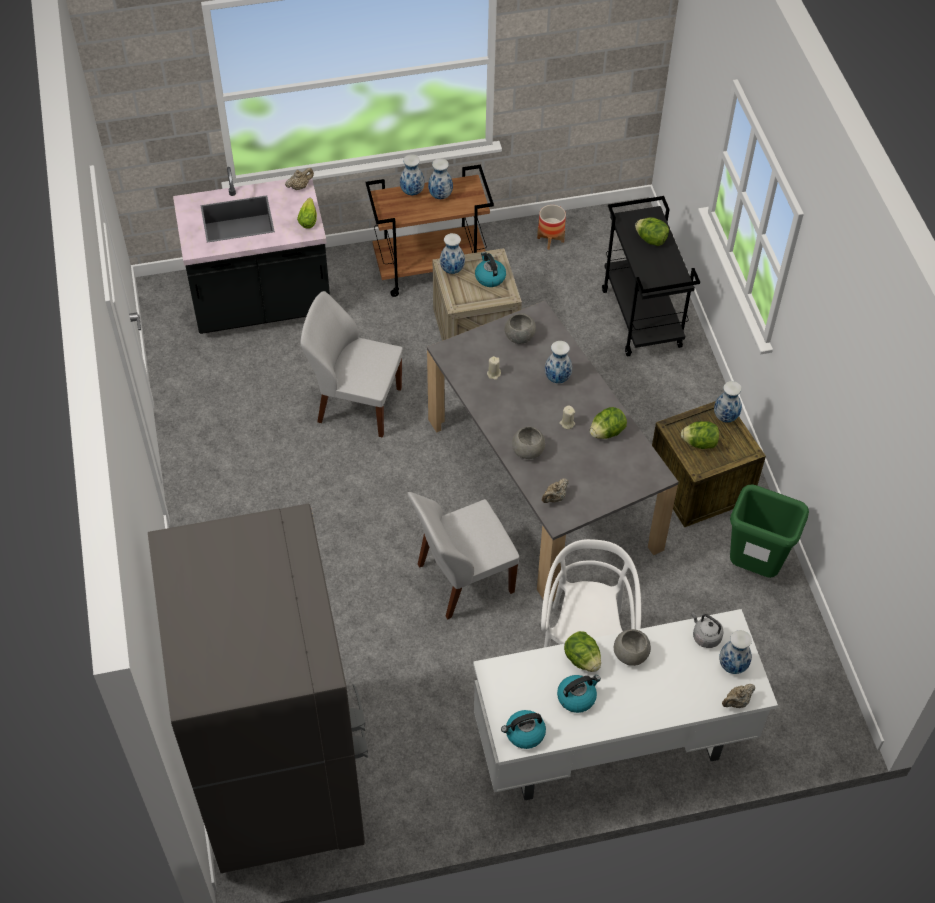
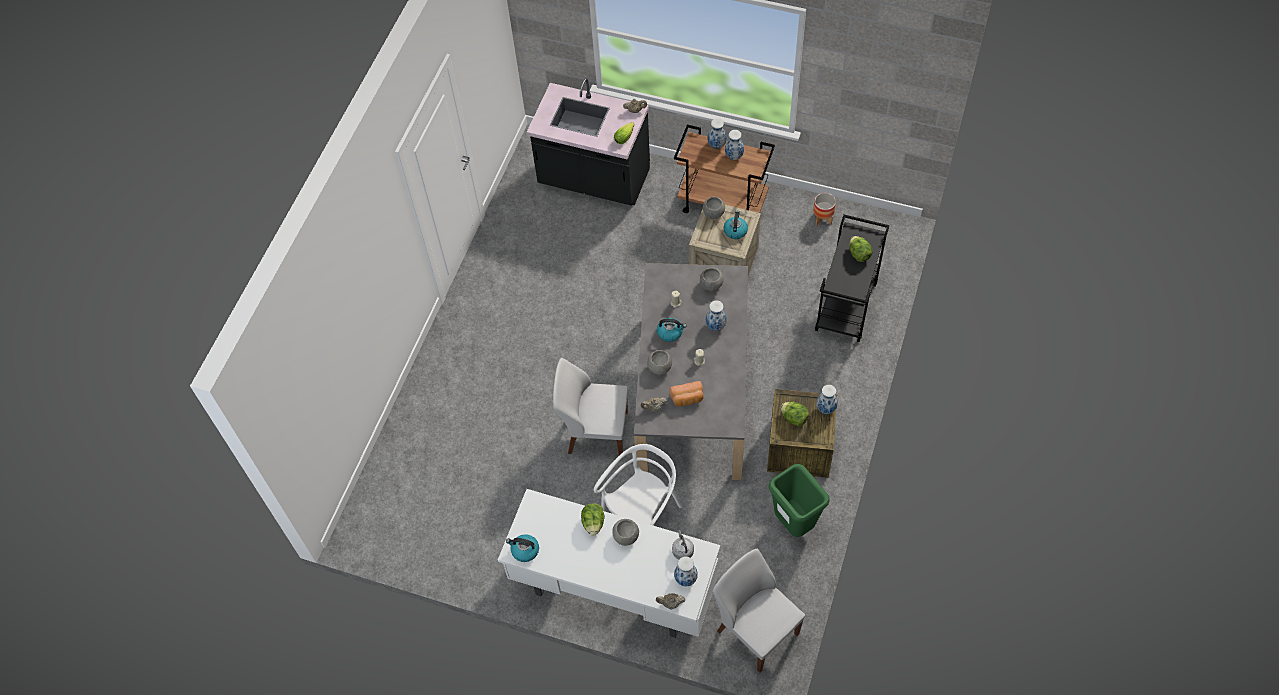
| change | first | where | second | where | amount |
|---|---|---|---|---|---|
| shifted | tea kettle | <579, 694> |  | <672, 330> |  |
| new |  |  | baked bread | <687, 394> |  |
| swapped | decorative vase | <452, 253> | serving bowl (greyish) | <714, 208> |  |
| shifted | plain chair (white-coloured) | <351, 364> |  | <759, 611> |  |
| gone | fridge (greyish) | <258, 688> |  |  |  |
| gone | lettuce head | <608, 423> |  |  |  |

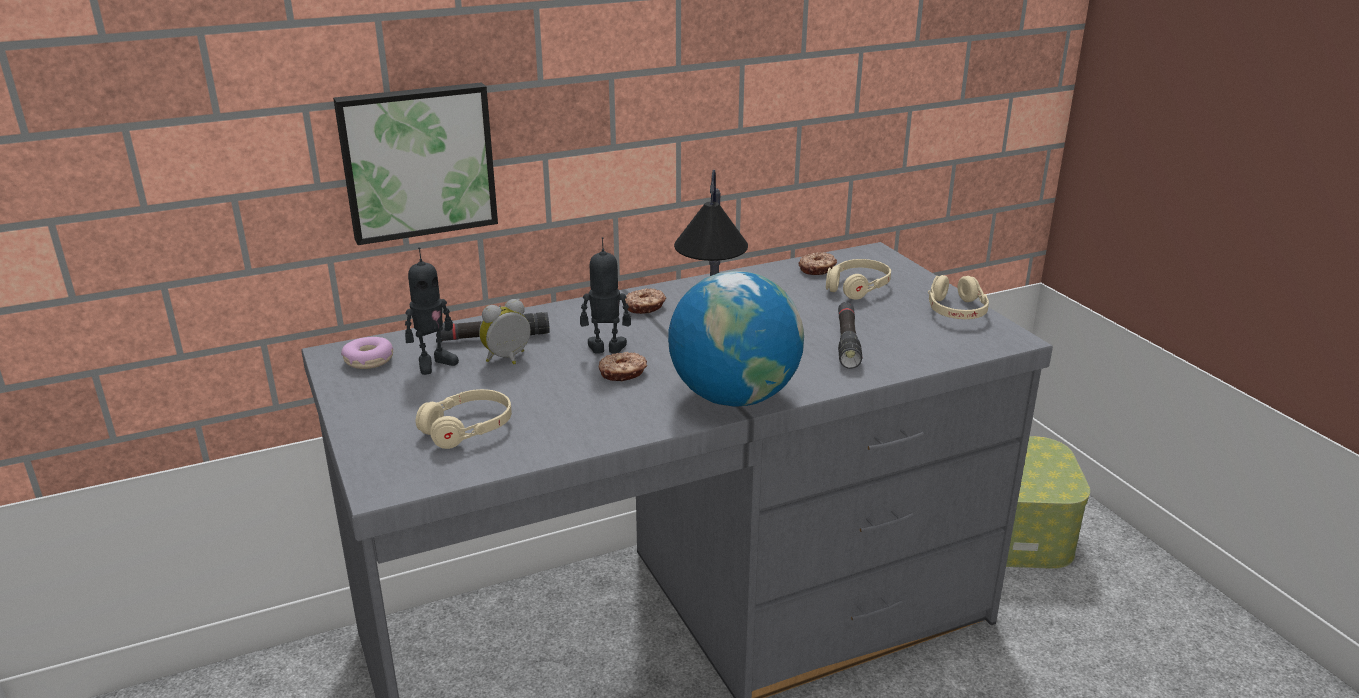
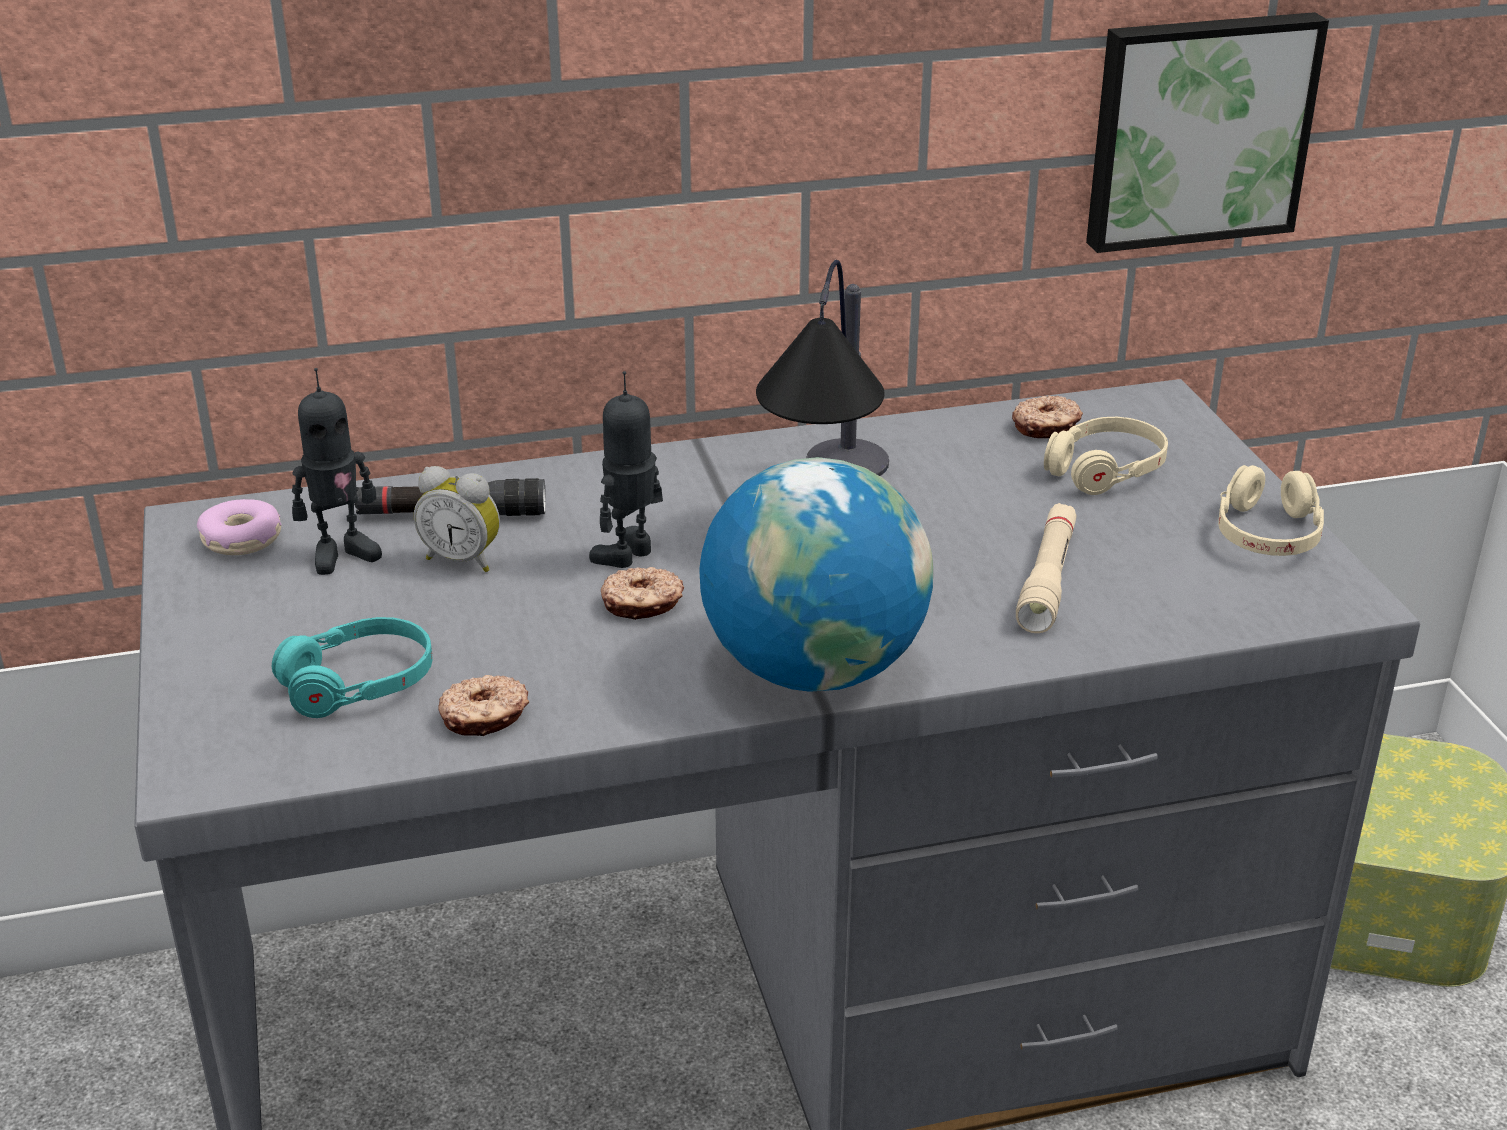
| change | first | where | second | where | amount |
|---|---|---|---|---|---|
| repainted | headset (beige) | <464, 419> | headset (turquoise-coloured) | <352, 667> |  |
| rotated | table clock | <505, 332> |  | <457, 519> | 135 degrees counterclockwise |
| shifted | doughnut | <645, 301> |  | <483, 705> |  |
| rotated | robot figure | <605, 295> |  | <626, 469> | 60 degrees counterclockwise |
| repainted | torch (black) | <850, 335> | torch (beige) | <1046, 568> |  |
| shifted | wall art | <415, 163> |  | <1207, 132> |  |

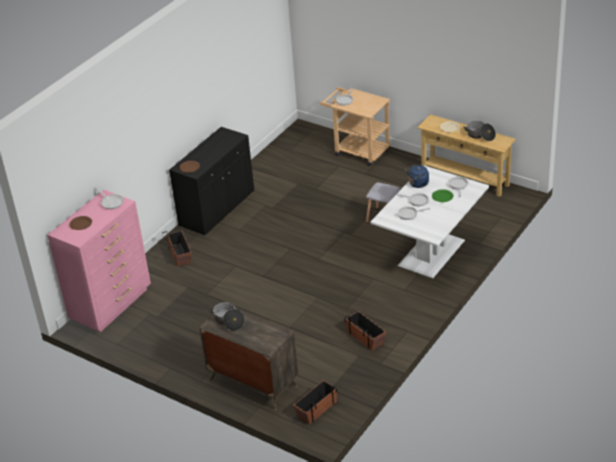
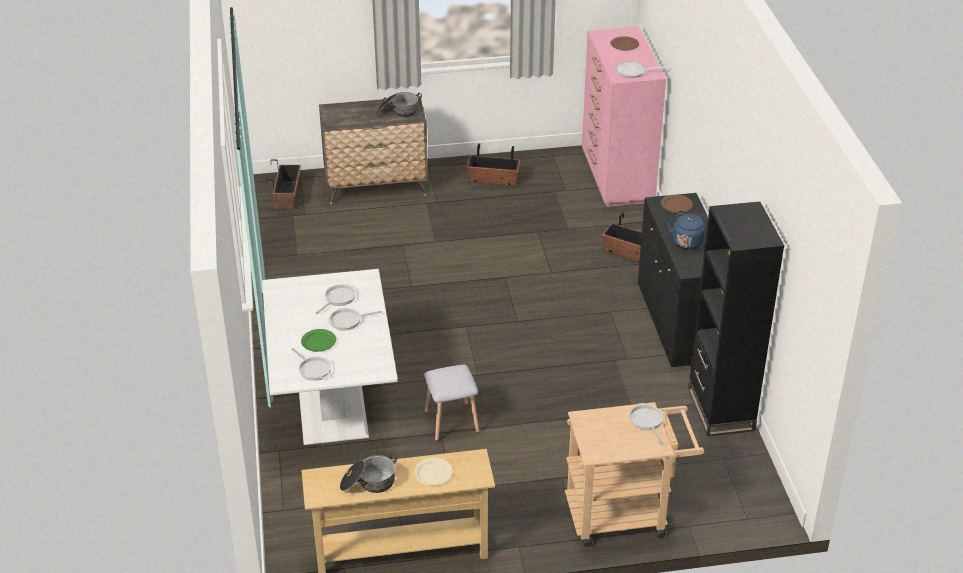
| change | first | where | second | where | amount |
|---|---|---|---|---|---|
| shifted | flower pot | <365, 331> |  | <493, 164> |  |
| shifted | tea kettle (blue-coloured) | <417, 176> |  | <687, 230> |  |
| new |  |  | bookcase (black) | <736, 319> |  |

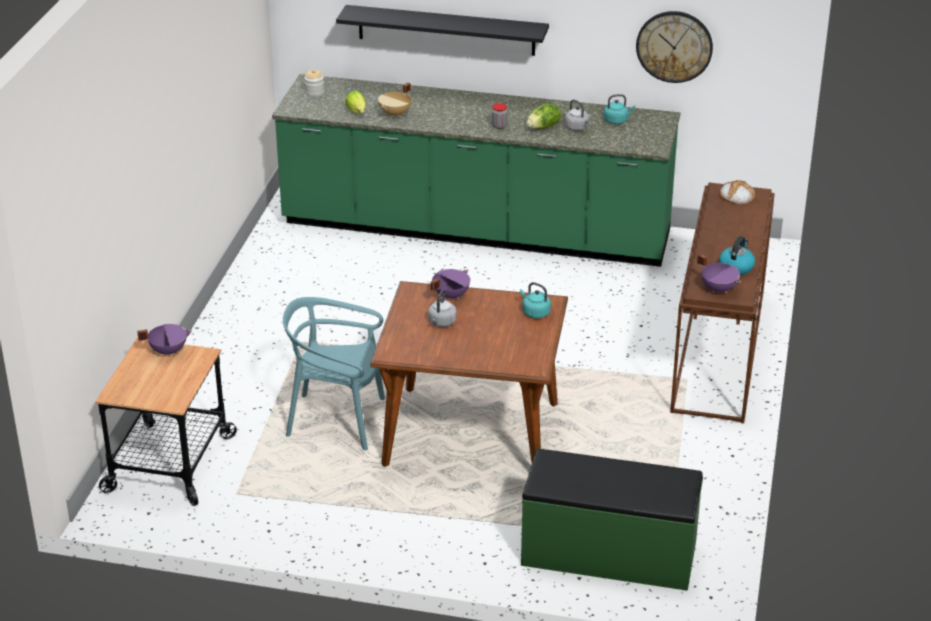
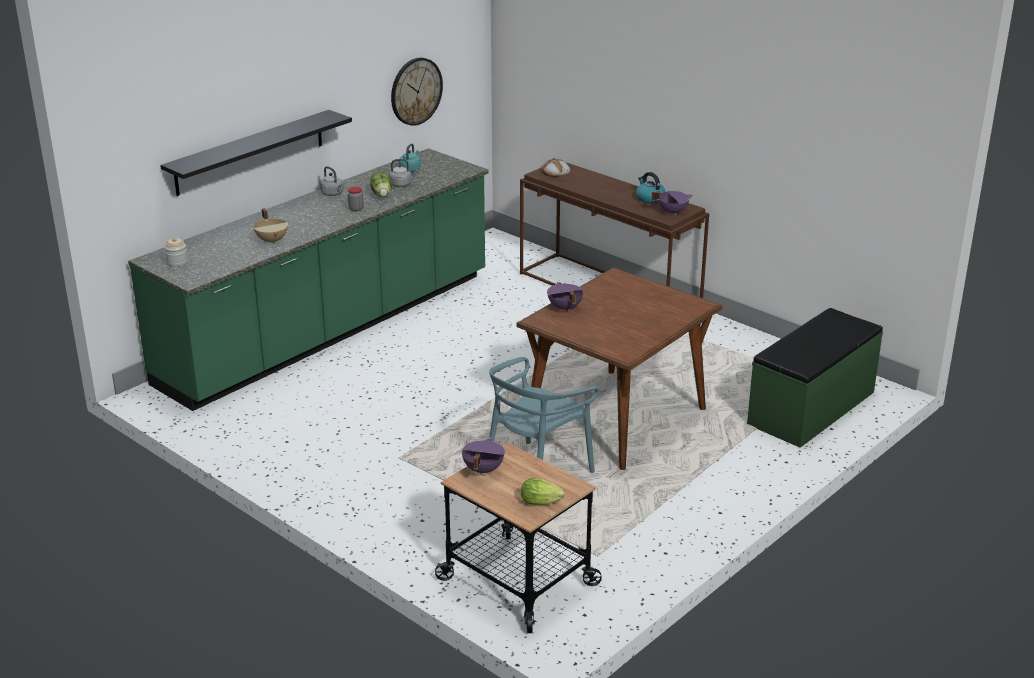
| change | first | where | second | where | amount |
|---|---|---|---|---|---|
| shifted | tea kettle (greyish) | <442, 308> |  | <332, 181> |  |
| shifted | lettuce head | <356, 102> |  | <543, 491> |  |
| gone | tea kettle (turquoise-coloured) | <535, 300> |  |  |  |

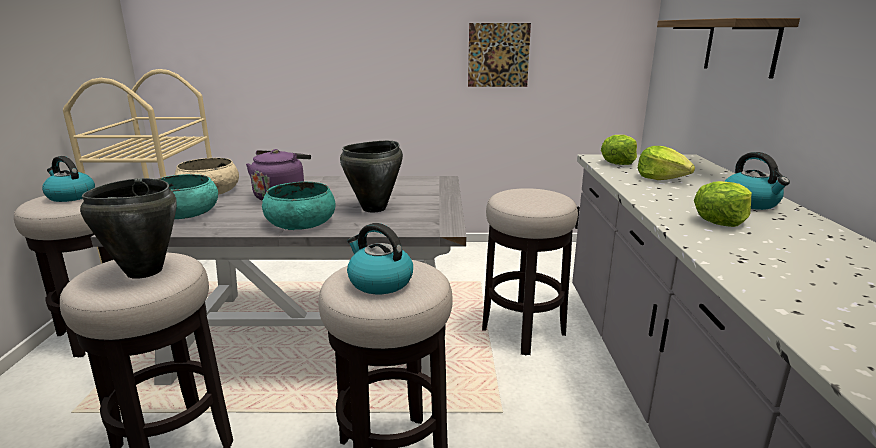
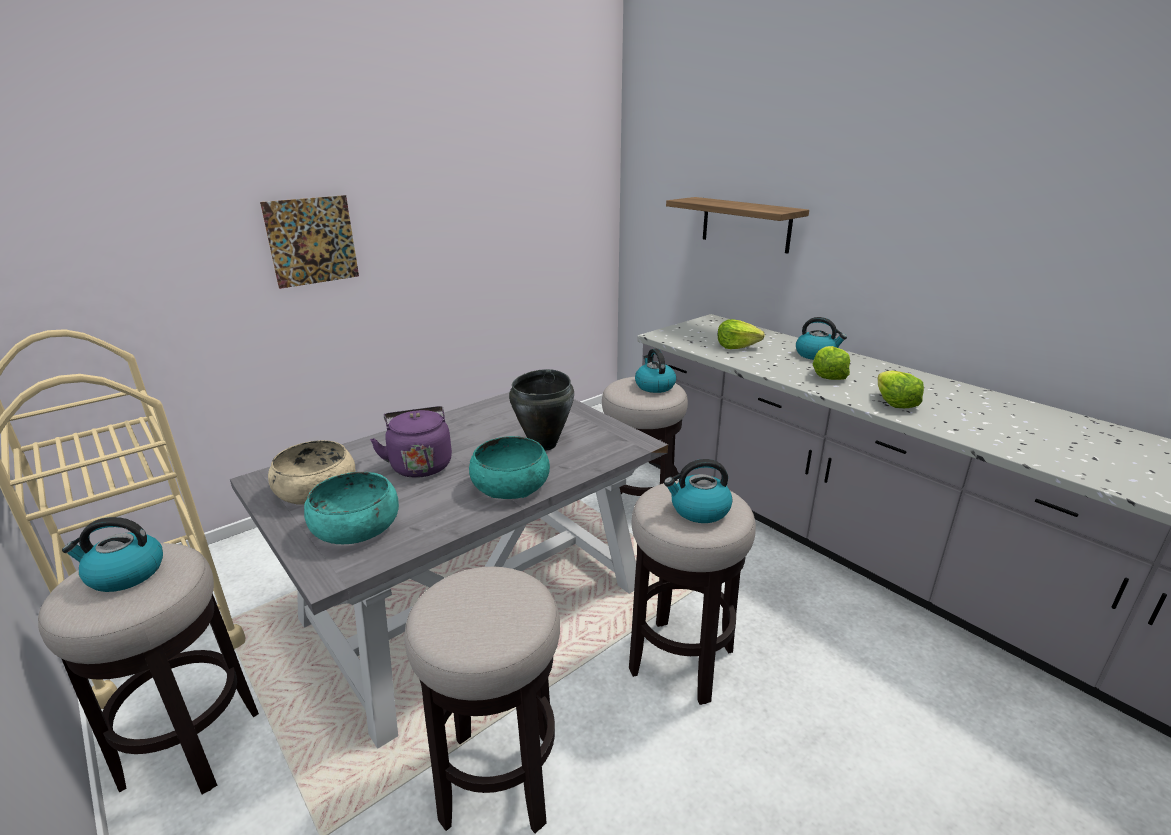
| change | first | where | second | where | amount |
|---|---|---|---|---|---|
| shifted | wall art | <499, 55> |  | <309, 242> |  |
| new |  |  | tea kettle | <655, 370> |  |
| shifted | lettuce head | <619, 150> |  | <901, 389> |  |
| gone | saucepot (black) | <128, 228> |  |  |  |

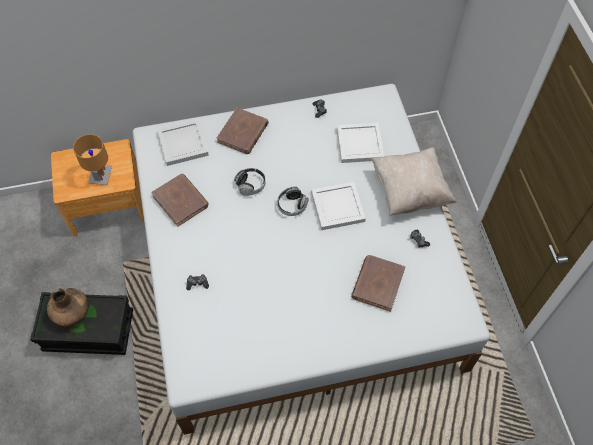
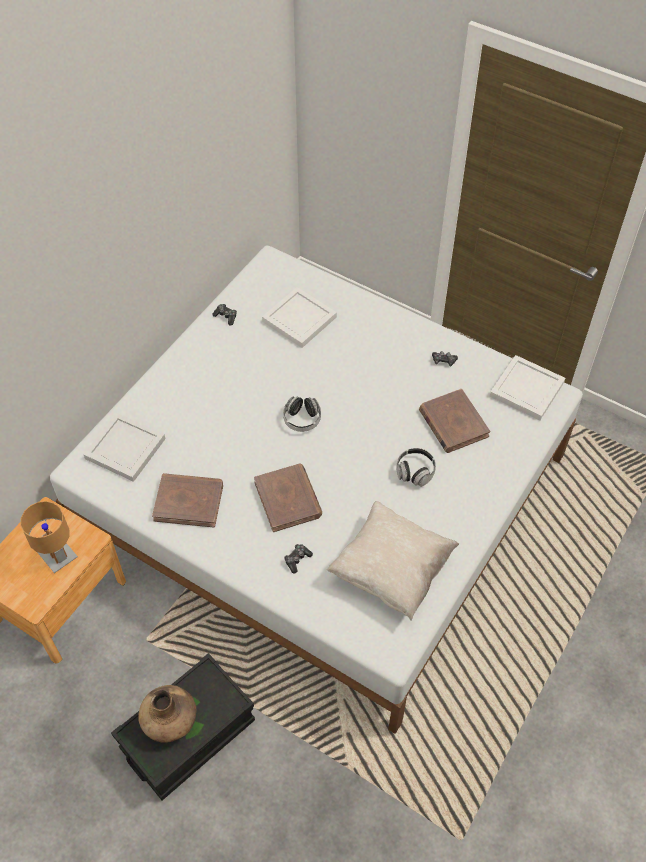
| change | first | where | second | where | amount |
|---|---|---|---|---|---|
| shifted | volume (brown-coloured) | <243, 131> |  | <288, 497> |  |
| shifted | throw pillow (beige) | <414, 181> |  | <392, 561> |  |
| shifted | headset | <250, 182> |  | <416, 467> |  |
| shifted | carrying tray (white-coloured) | <338, 206> |  | <527, 387> |  |

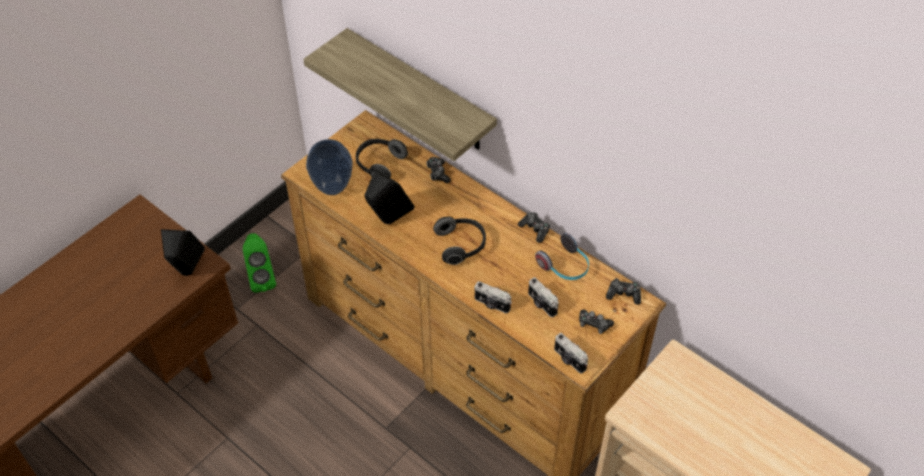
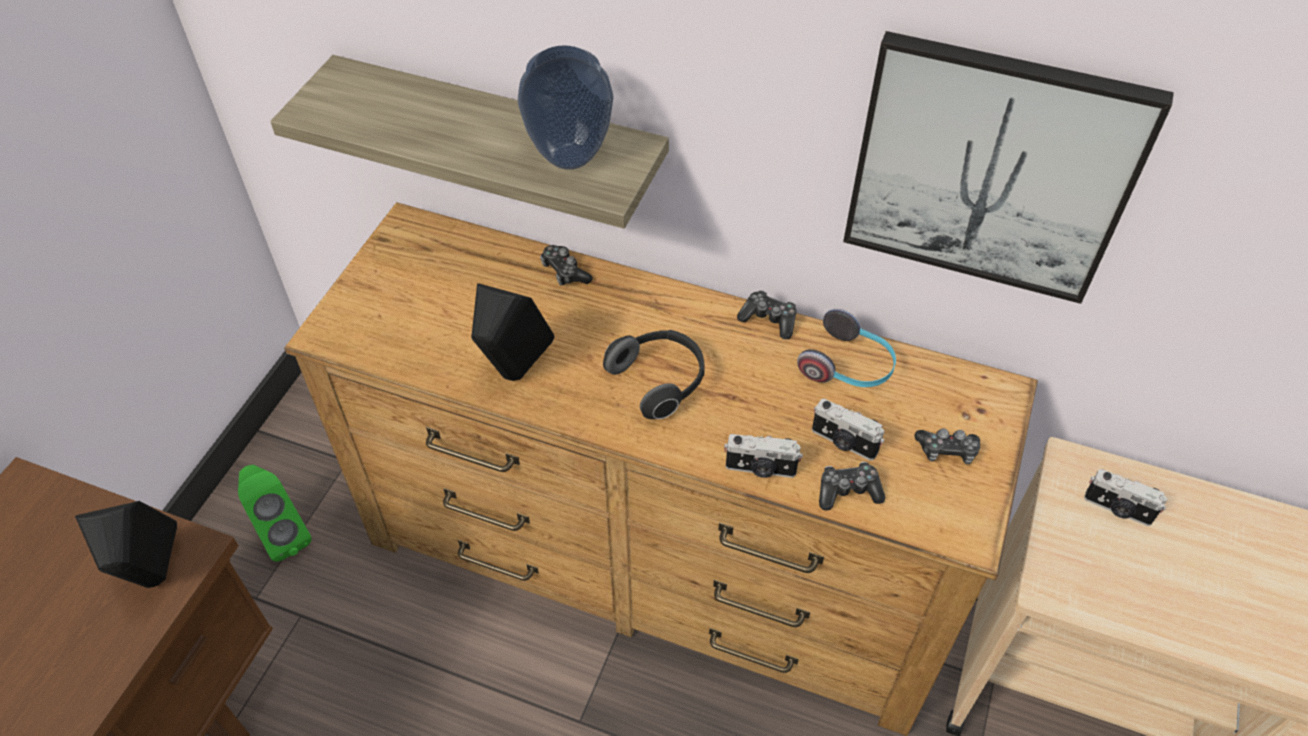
| change | first | where | second | where | amount |
|---|---|---|---|---|---|
| shifted | decorative vase | <329, 167> |  | <566, 108> |  |
| shifted | joypad | <623, 291> |  | <852, 486> |  |
| new |  |  | wall art | <1008, 167> |  |
| shifted | photo camera | <571, 353> |  | <1125, 497> |  |
| gone | headset | <382, 158> |  |  |  |

